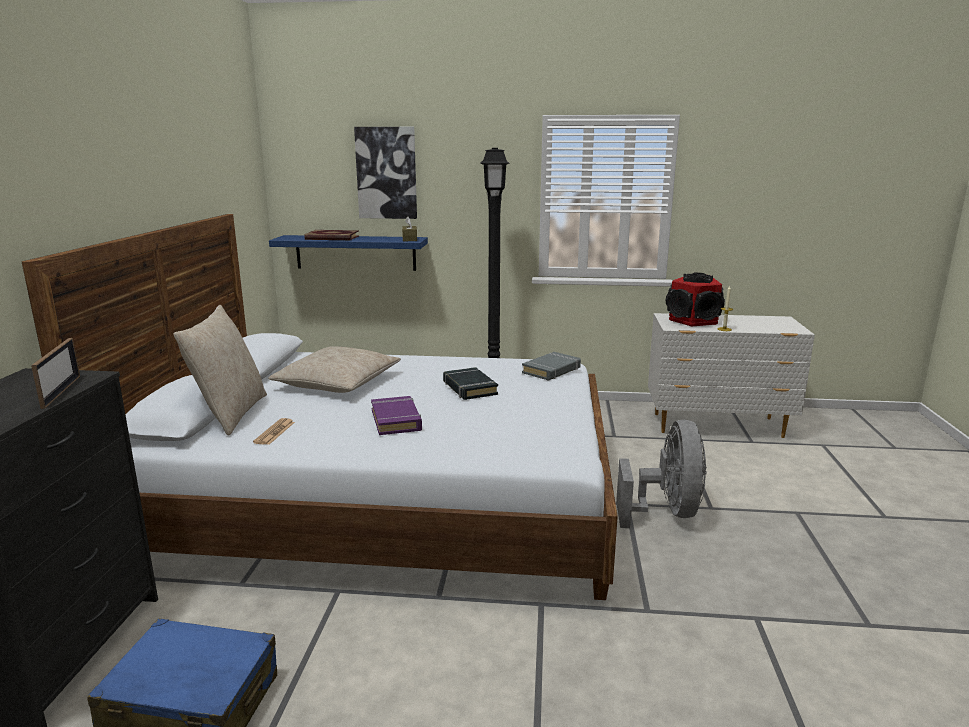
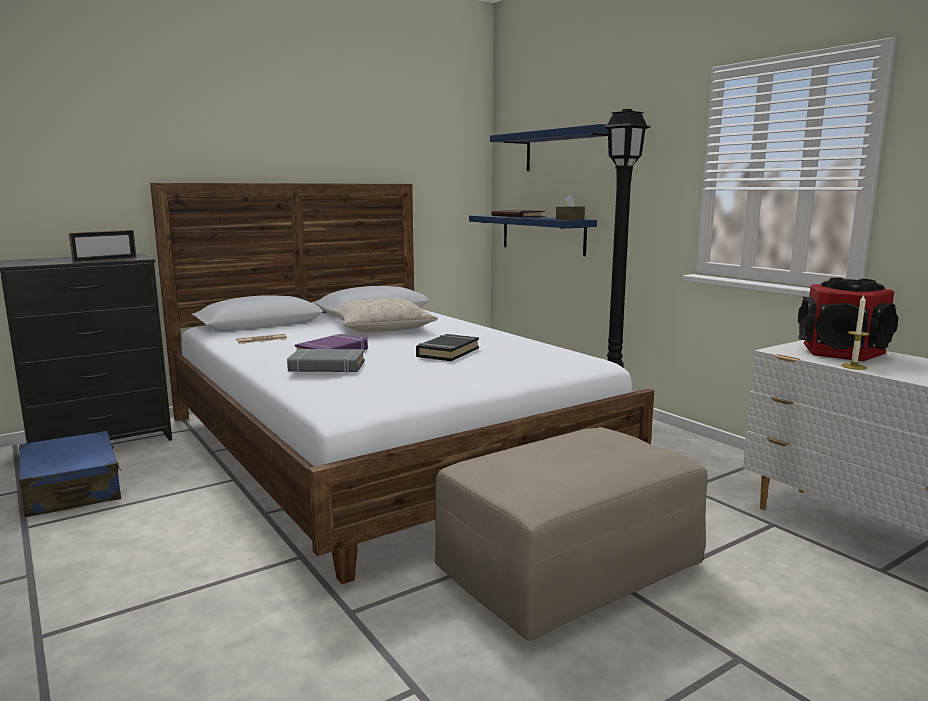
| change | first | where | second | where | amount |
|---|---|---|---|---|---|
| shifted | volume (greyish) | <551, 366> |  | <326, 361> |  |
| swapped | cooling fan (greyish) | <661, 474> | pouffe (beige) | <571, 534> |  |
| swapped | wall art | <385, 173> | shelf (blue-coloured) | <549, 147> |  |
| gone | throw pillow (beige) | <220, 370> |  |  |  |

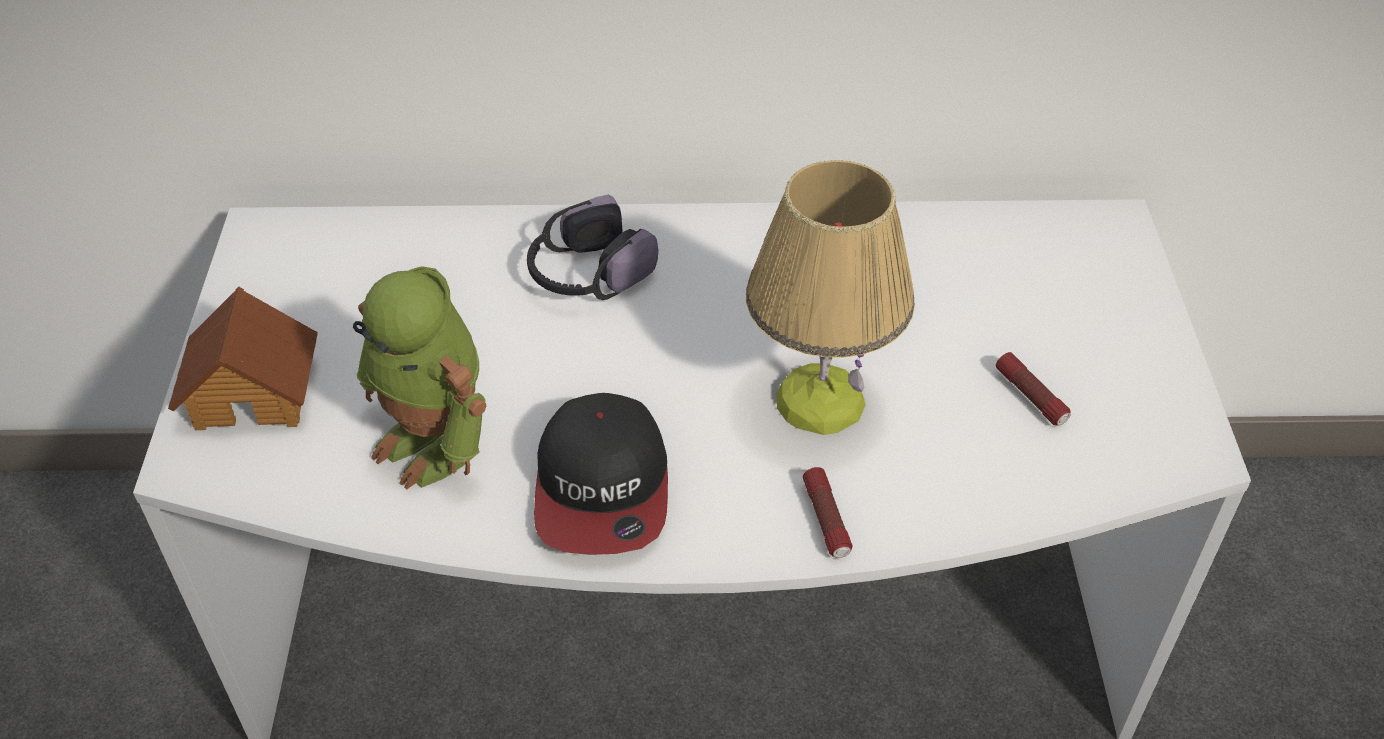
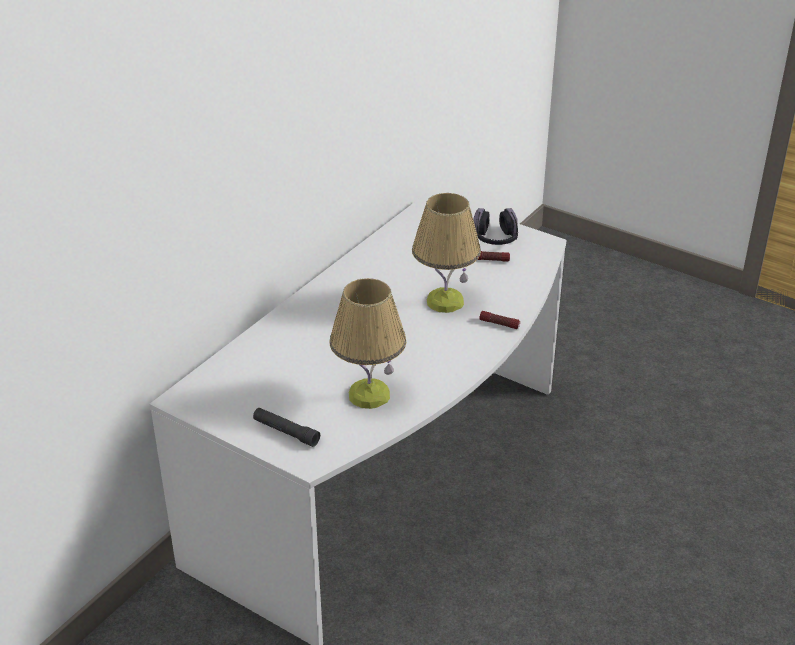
| change | first | where | second | where | amount |
|---|---|---|---|---|---|
| swapped | model house | <243, 358> | torch (black) | <286, 427> |  |
| swapped | robot figure | <419, 378> | lamp for a table | <368, 343> |  |
| shifted | headset | <592, 247> |  | <495, 226> |  |
| gone | baseball cap | <601, 474> |  |  |  |

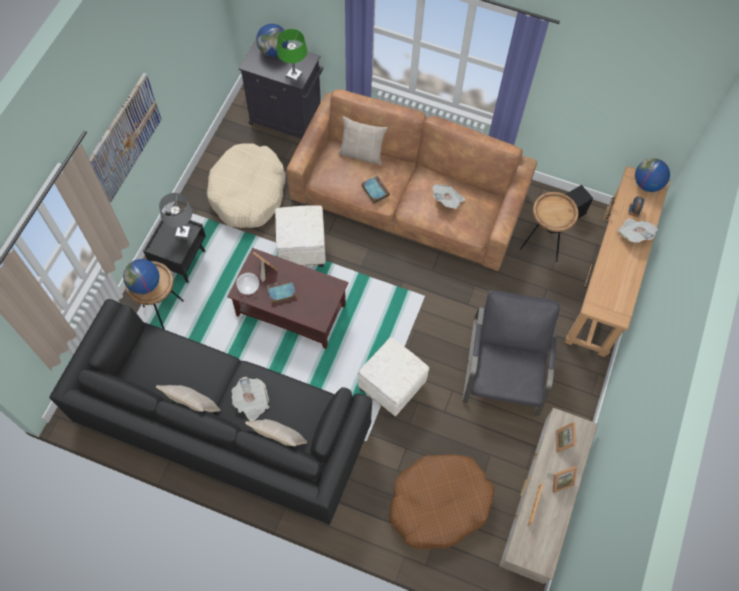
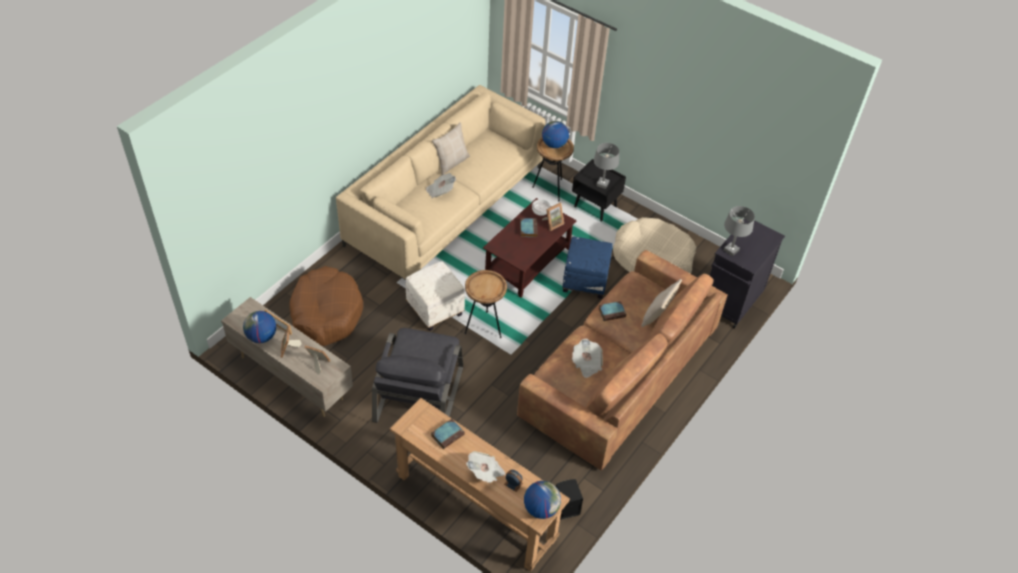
| change | first | where | second | where | amount |
|---|---|---|---|---|---|
| shifted | globe | <272, 40> |  | <259, 327> |  |
| repainted | settee (black) | <210, 412> | settee (beige) | <441, 182> |  |
| rotated | armchair (greyish) | <511, 353> |  | <417, 375> | 75 degrees clockwise |
| new |  |  | volume | <448, 434> |  |
| shifted | end table (brown-coloured) | <549, 227> |  | <485, 304> |  |
| repainted | pouffe (white-coloured) | <300, 236> | pouffe (blue-coloured) | <587, 268> |  |
| repainted | lamp for a table (green) | <292, 55> | lamp for a table (greyish) | <739, 231> |  |
| gone | wall art | <125, 138> |  |  |  |
| gone | throw pillow (beige) | <276, 432> |  |  |  |

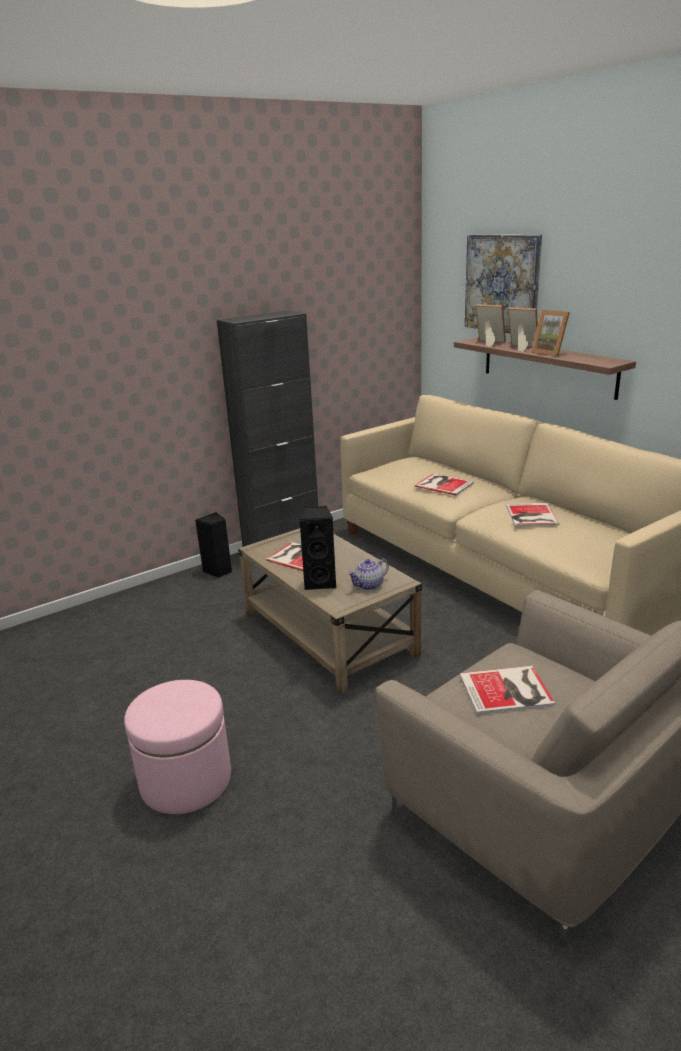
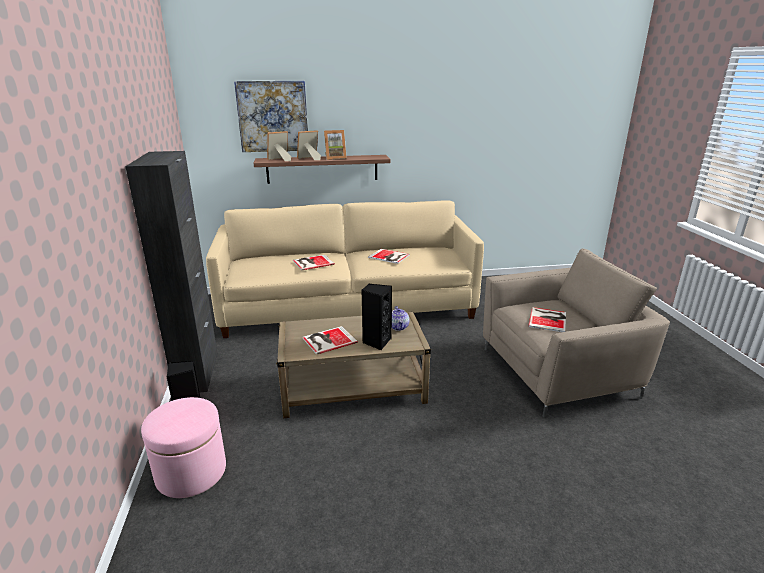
| change | first | where | second | where | amount |
|---|---|---|---|---|---|
| shifted | pouffe (pink) | <177, 747> |  | <183, 447> |  |

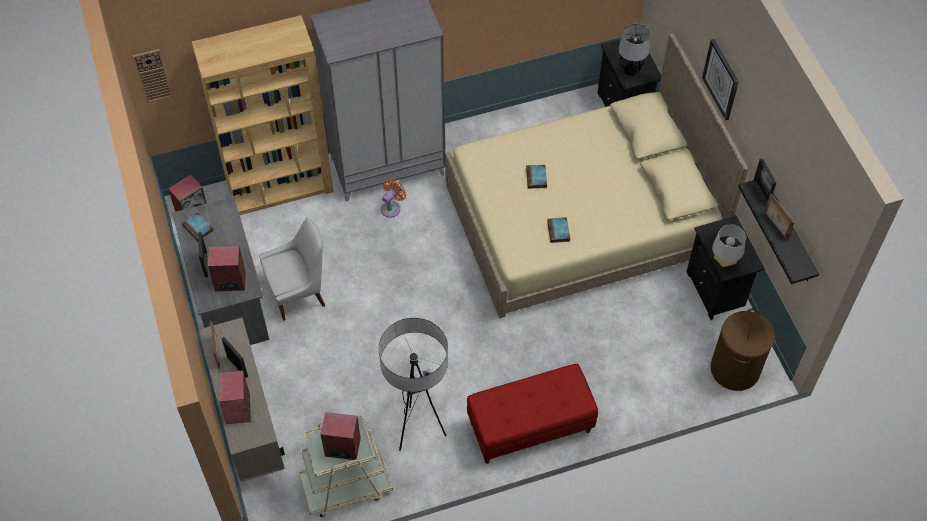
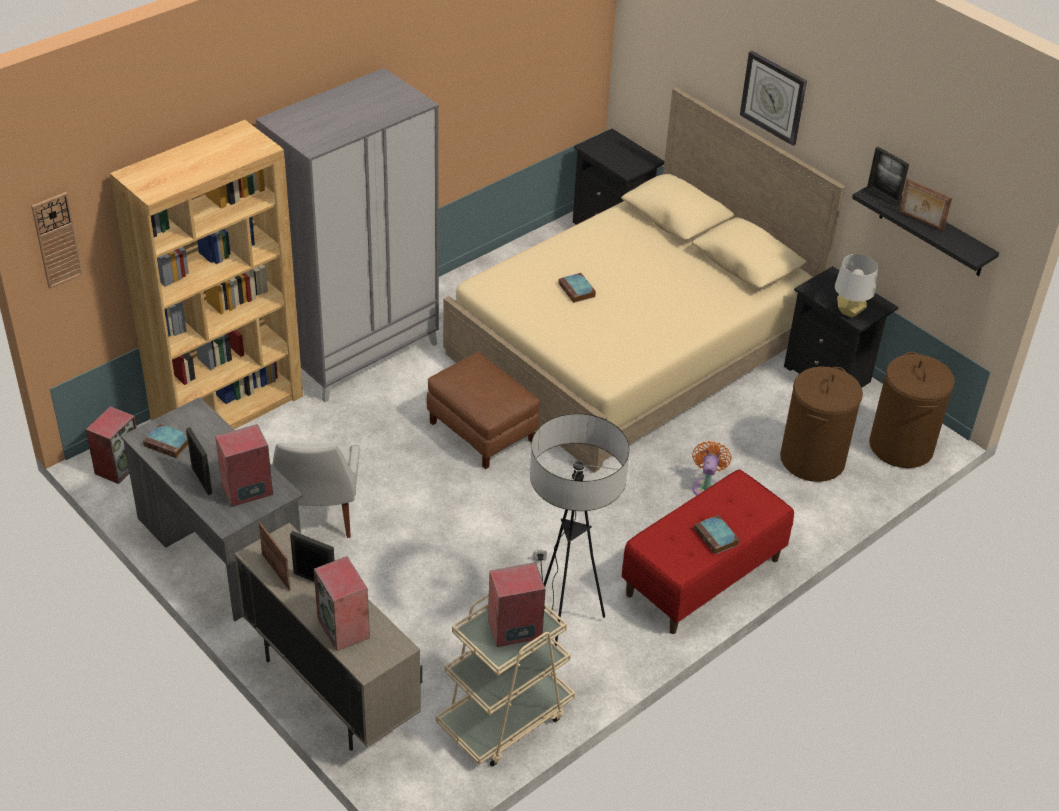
| change | first | where | second | where | amount |
|---|---|---|---|---|---|
| rotated | plain chair (white-coloured) | <292, 269> |  | <316, 490> | 135 degrees clockwise |
| new |  |  | pouffe (brown-coloured) | <483, 410> |  |
| shifted | cooling fan (orange) | <393, 198> |  | <712, 468> |  |
| shifted | volume | <558, 230> |  | <717, 534> |  |
| new |  |  | laundry basket (brown-coloured) | <821, 424> |  |
| gone | lamp for a table | <634, 49> |  |  |  |

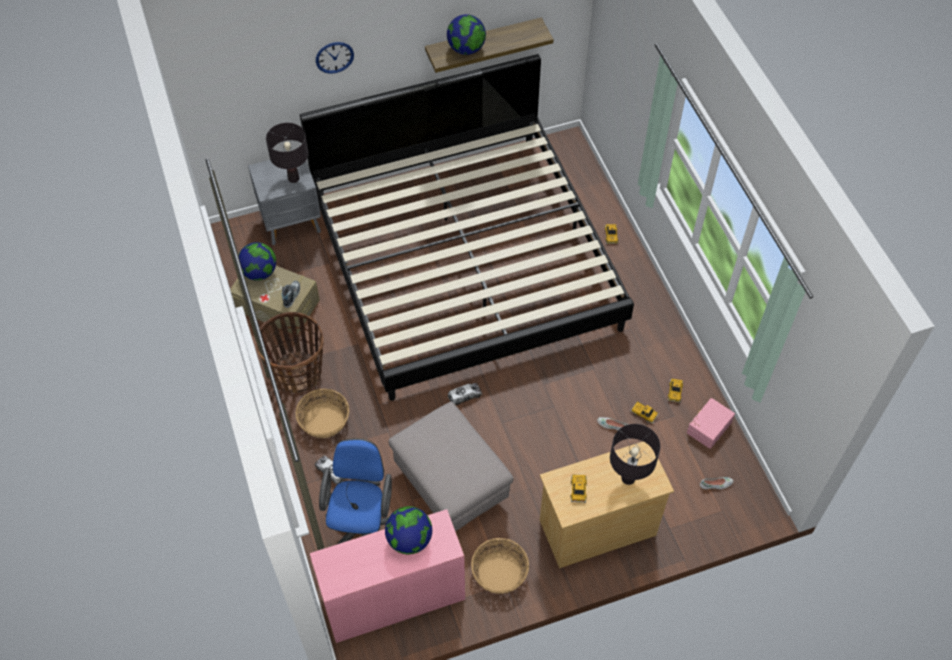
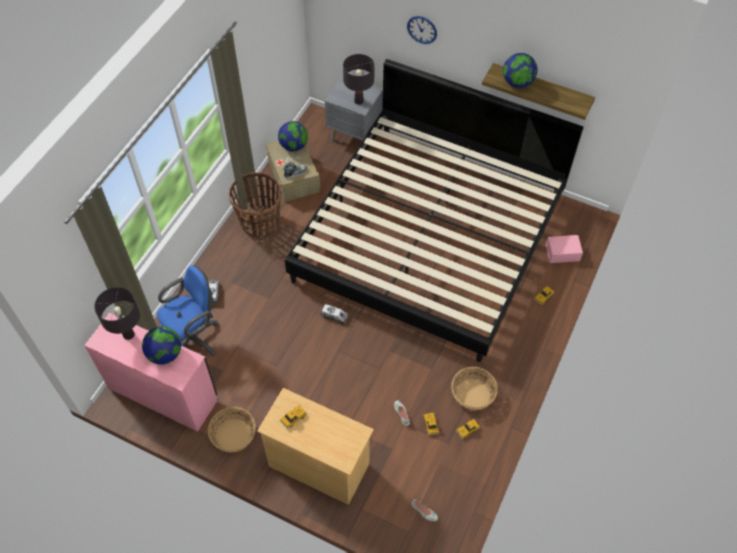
| change | first | where | second | where | amount |
|---|---|---|---|---|---|
| shifted | lamp for a table (black) | <635, 454> |  | <117, 313> |  |
| shifted | basket | <322, 413> |  | <474, 389> |  |
| shifted | storage bin (pink) | <711, 423> |  | <564, 249> |  |
| gone | pouffe (greyish) | <450, 467> |  |  |  |

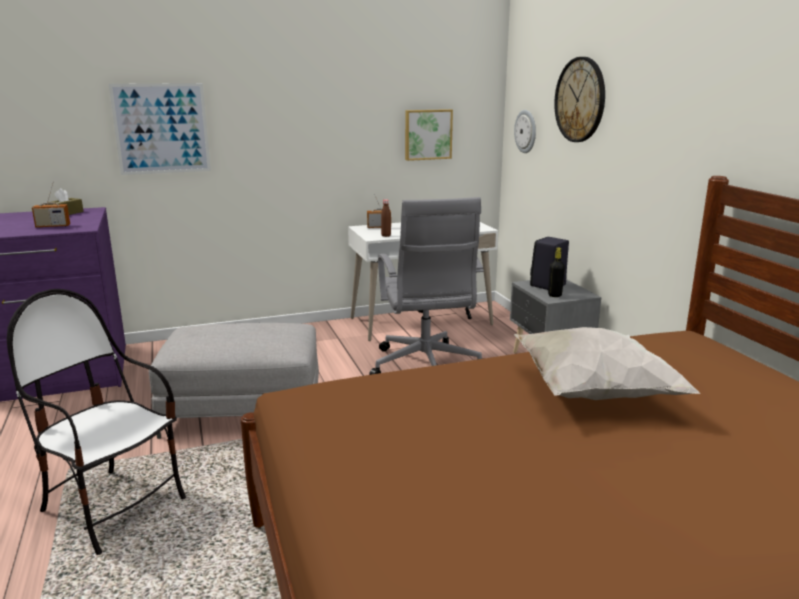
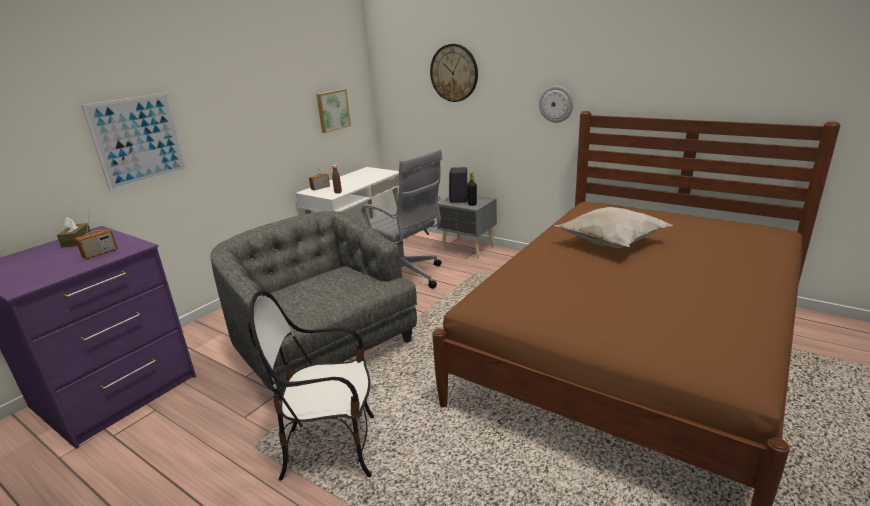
| change | first | where | second | where | amount |
|---|---|---|---|---|---|
| swapped | pouffe (greyish) | <234, 381> | armchair (greyish) | <313, 306> |  |
| shifted | hanging clock | <525, 131> |  | <556, 104> |  |

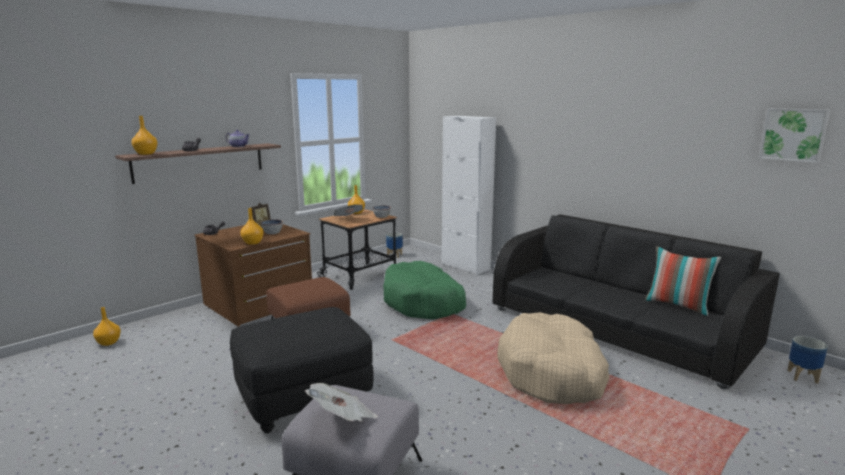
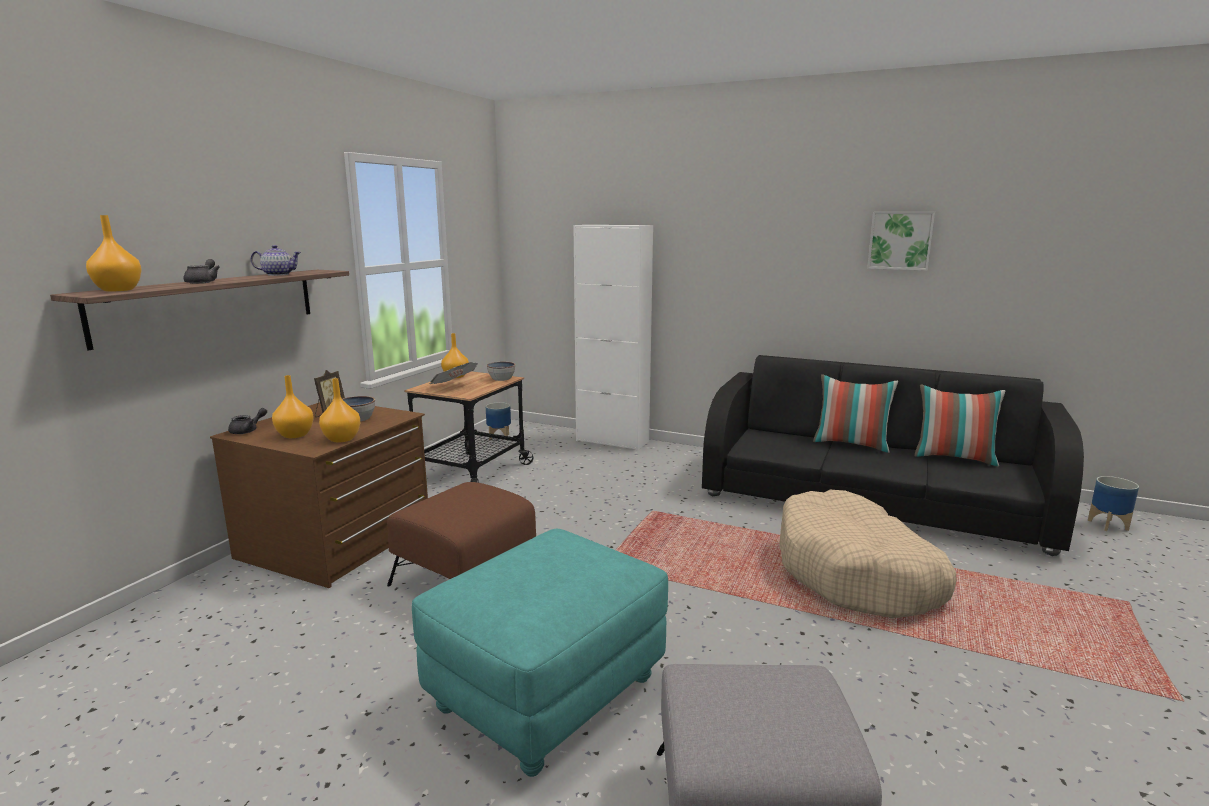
| change | first | where | second | where | amount |
|---|---|---|---|---|---|
| shifted | decorative vase (orange) | <107, 326> |  | <293, 406> |  |
| repainted | pouffe (black) | <301, 370> | pouffe (turquoise-coloured) | <540, 653> |  |
| new |  |  | throw pillow | <855, 413> |  |
| shifted | wall art | <794, 135> |  | <901, 241> |  |
| gone | daily paper | <341, 402> |  |  |  |
| gone | dog bed (green) | <424, 290> |  |  |  |

